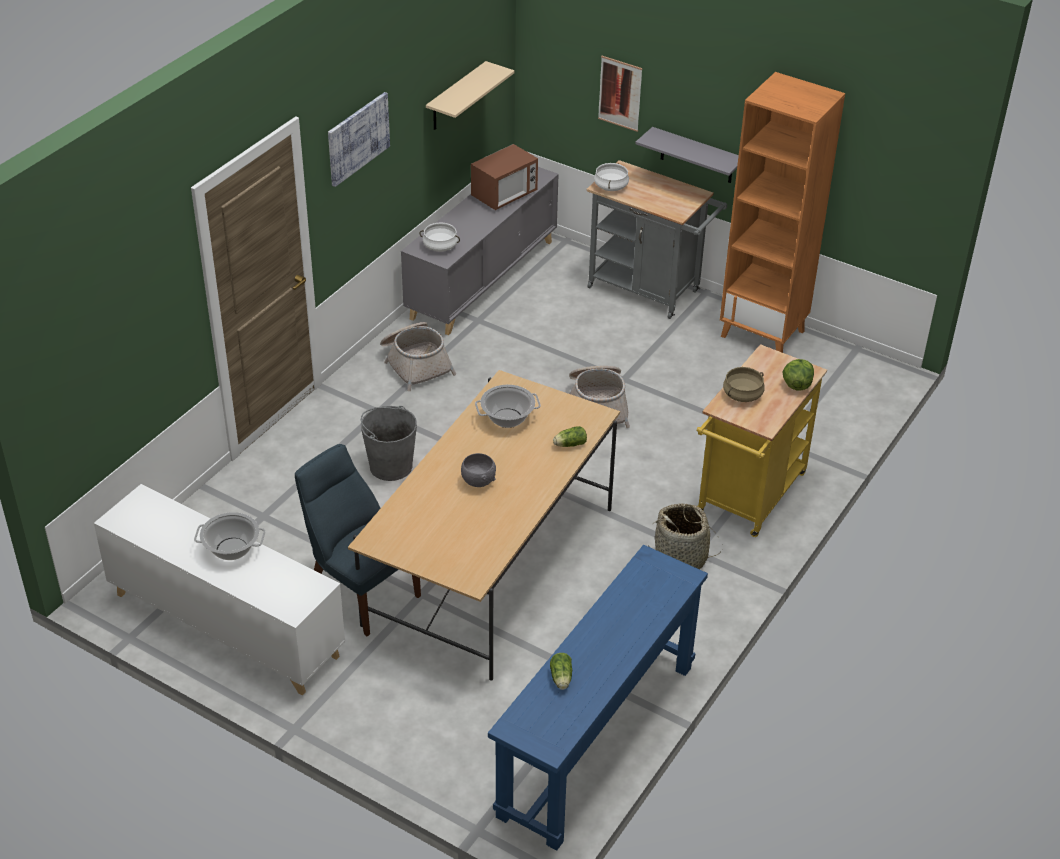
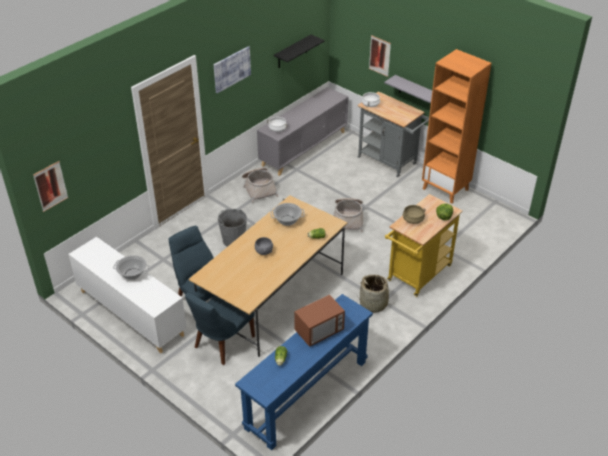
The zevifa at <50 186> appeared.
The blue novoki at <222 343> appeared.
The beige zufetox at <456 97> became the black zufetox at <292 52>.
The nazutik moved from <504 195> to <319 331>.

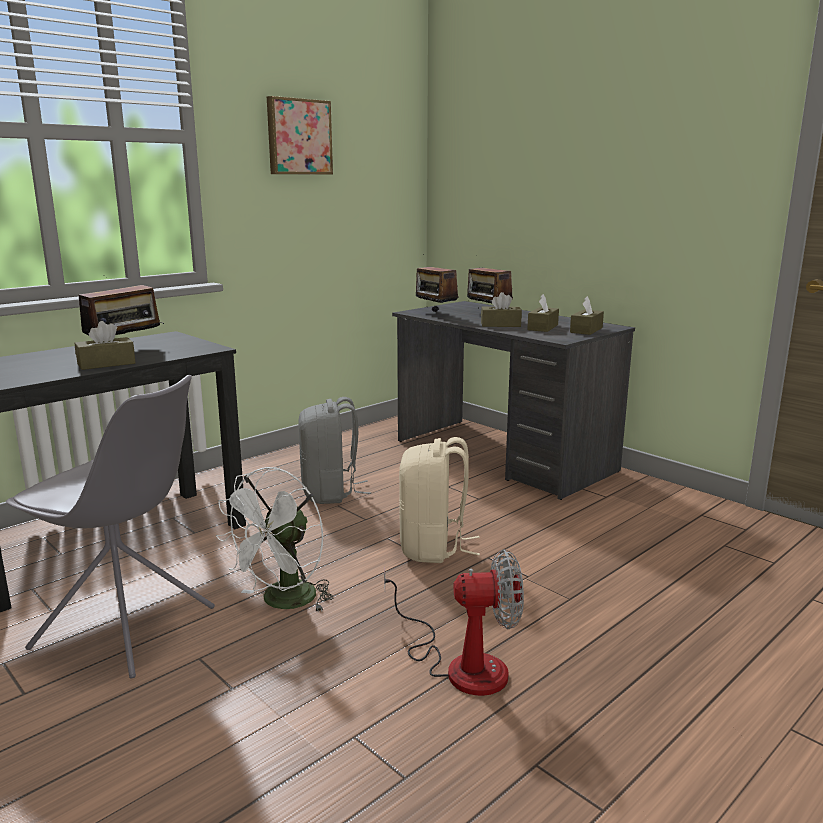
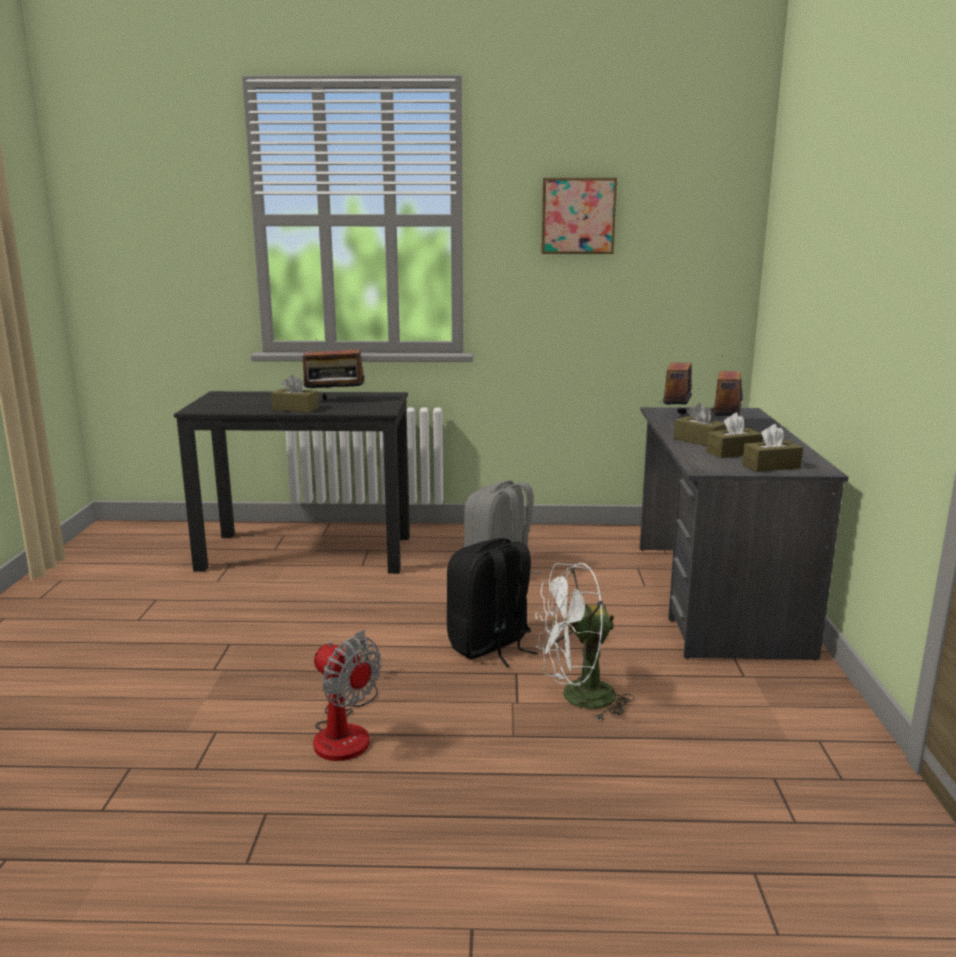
The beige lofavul at <434 548> became the black lofavul at <490 646>.
The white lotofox moved from <283 603> to <577 698>.
The grey novoki at <127 629> disappeared.

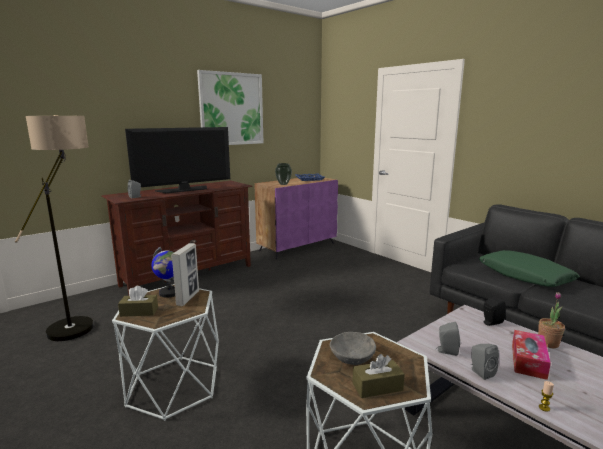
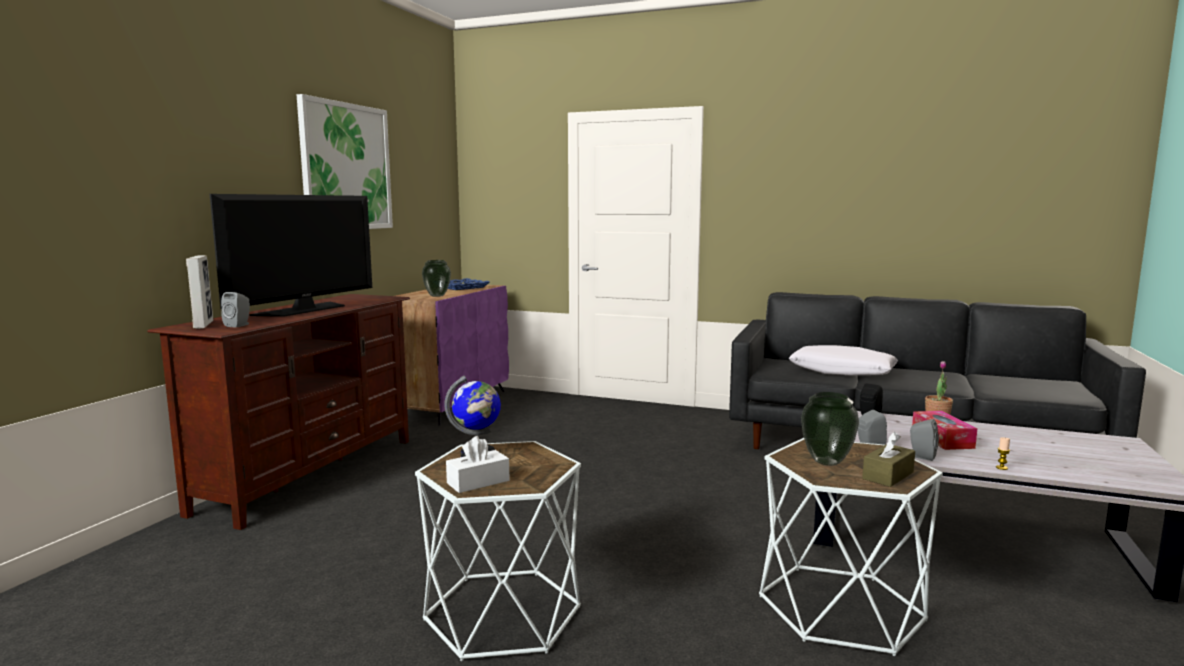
The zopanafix moved from <188 298> to <203 325>.
The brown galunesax at <139 312> became the white galunesax at <478 482>.
The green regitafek at <524 276> became the white regitafek at <842 371>.
The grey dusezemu at <352 358> was replaced by the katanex at <826 461>.
The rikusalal at <80 321> disappeared.

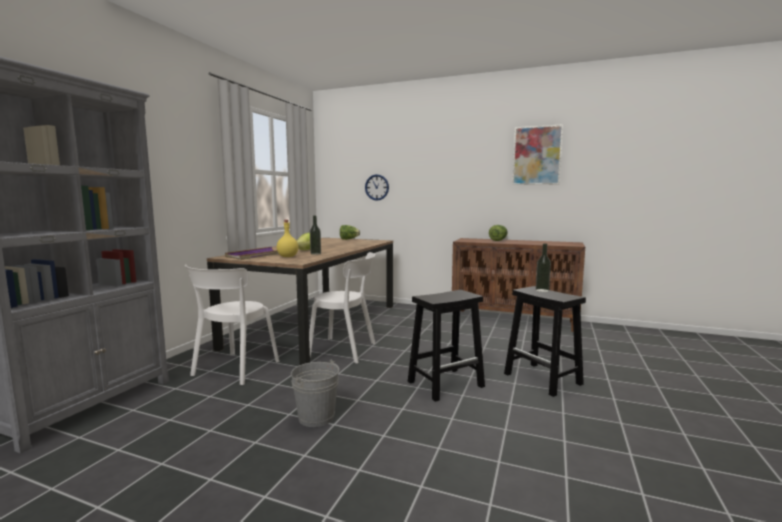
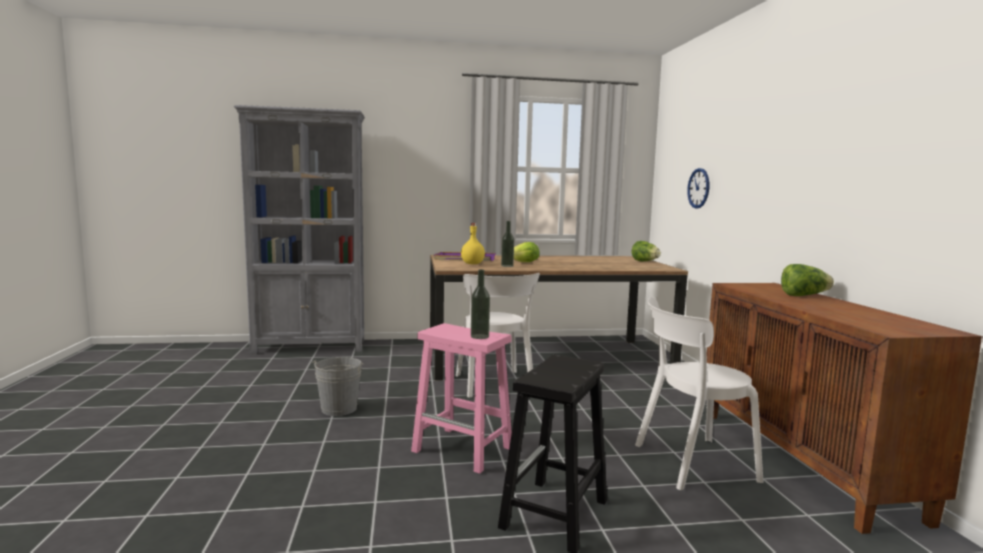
The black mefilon at <446 384> became the pink mefilon at <464 449>.
The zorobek moved from <542 290> to <479 336>.
The white novoki moved from <234 369> to <689 462>.
The zevifa at <537 155> disappeared.

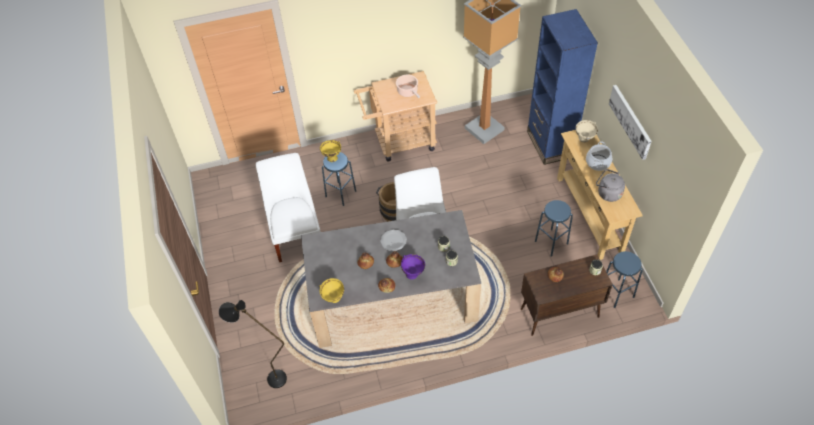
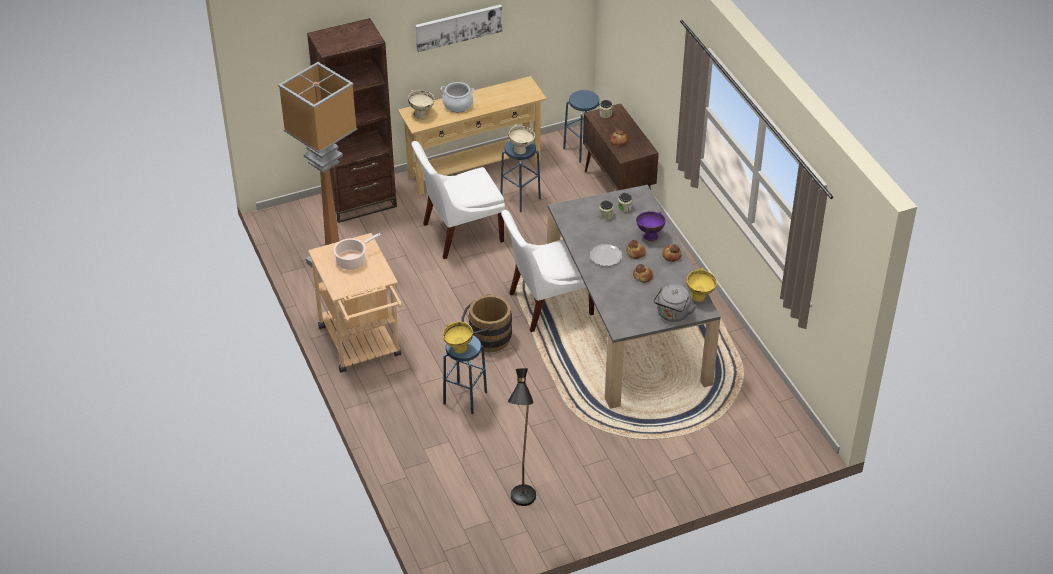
The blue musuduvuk at <550 144> became the brown musuduvuk at <360 202>.
The white novoki moved from <296 234> to <459 233>.
The black rikusalal moved from <269 378> to <523 503>.
The beige dusezemu at <521 150> appeared.
The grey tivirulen moved from <607 193> to <672 315>.

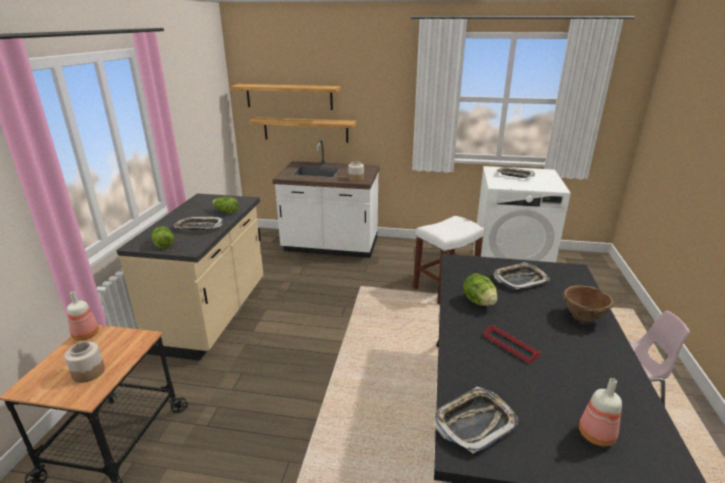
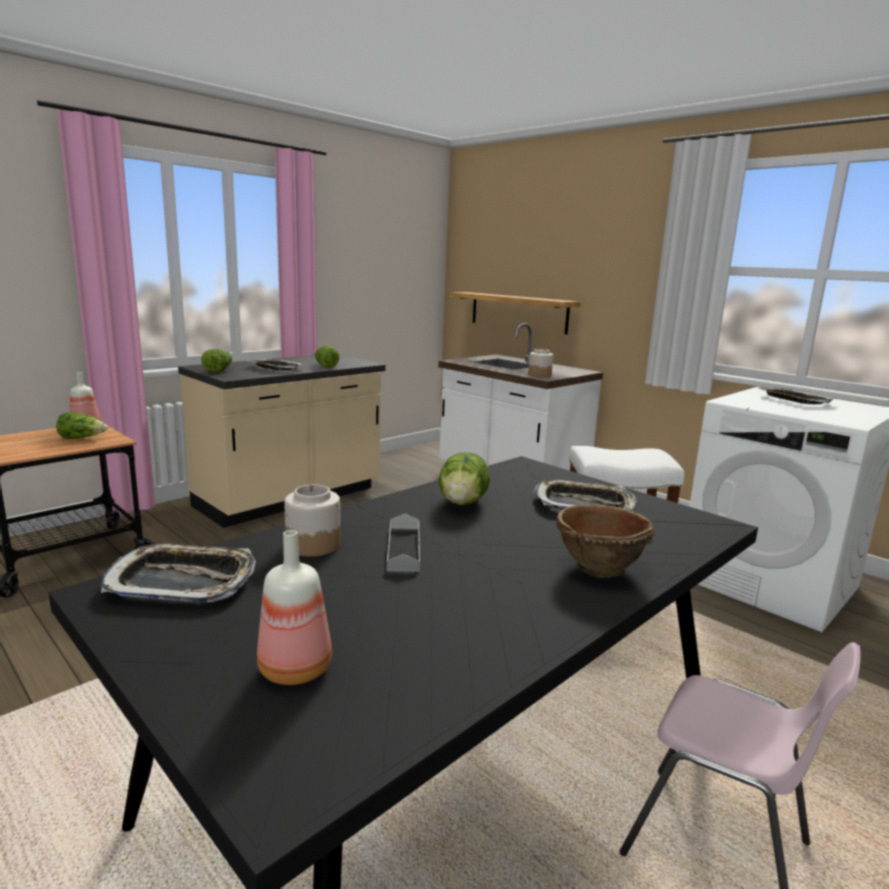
The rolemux at <82 438> appeared.
The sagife moved from <88 372> to <313 544>.
The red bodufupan at <510 346> became the grey bodufupan at <403 548>.
The zufetox at <289 96> disappeared.

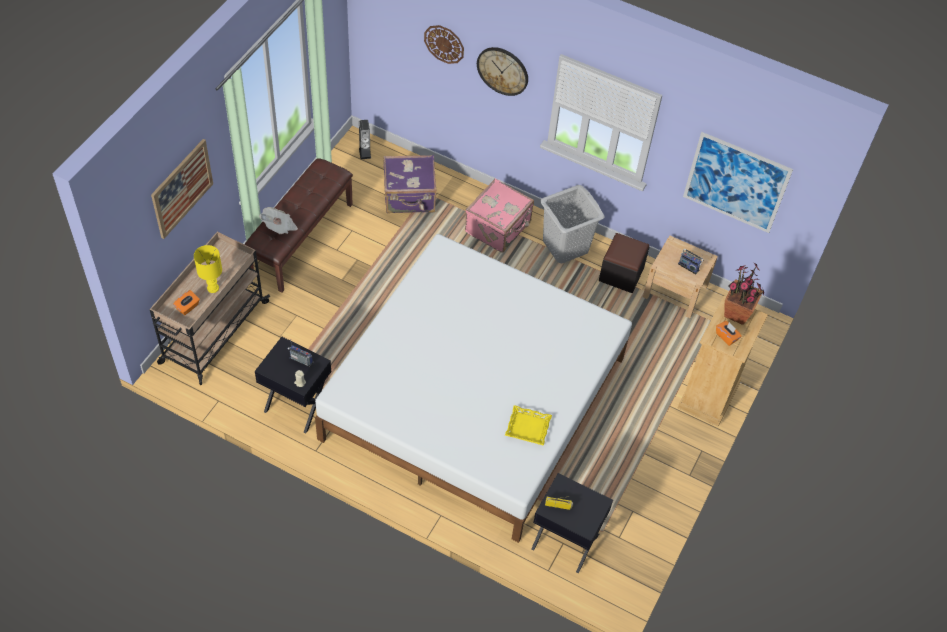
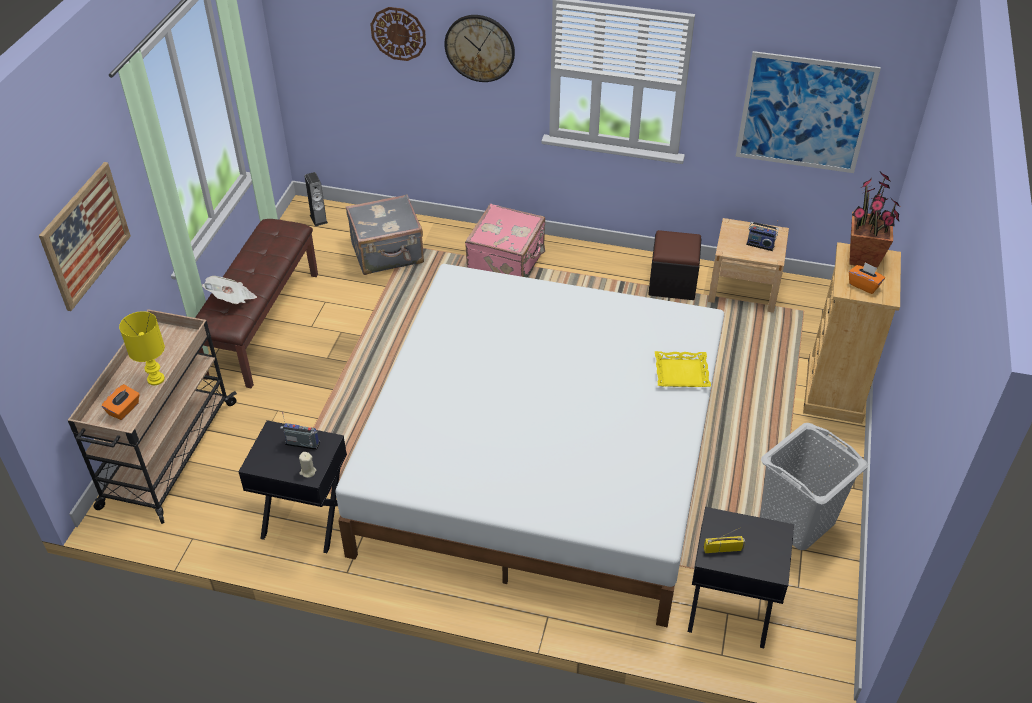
The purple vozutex at <410 197> became the grey vozutex at <388 254>.
The yellow bodufupan moved from <528 427> to <681 373>.
The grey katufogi moved from <565 246> to <796 521>.

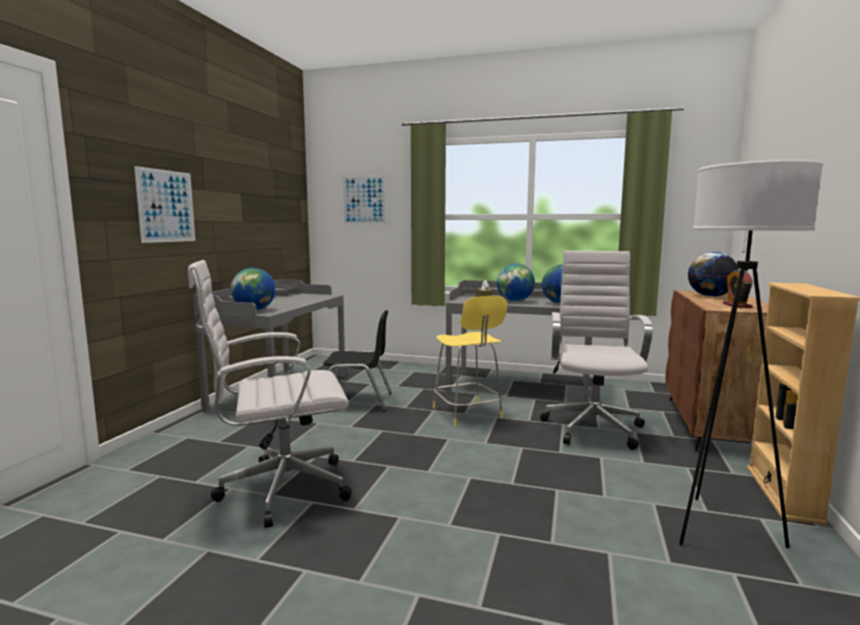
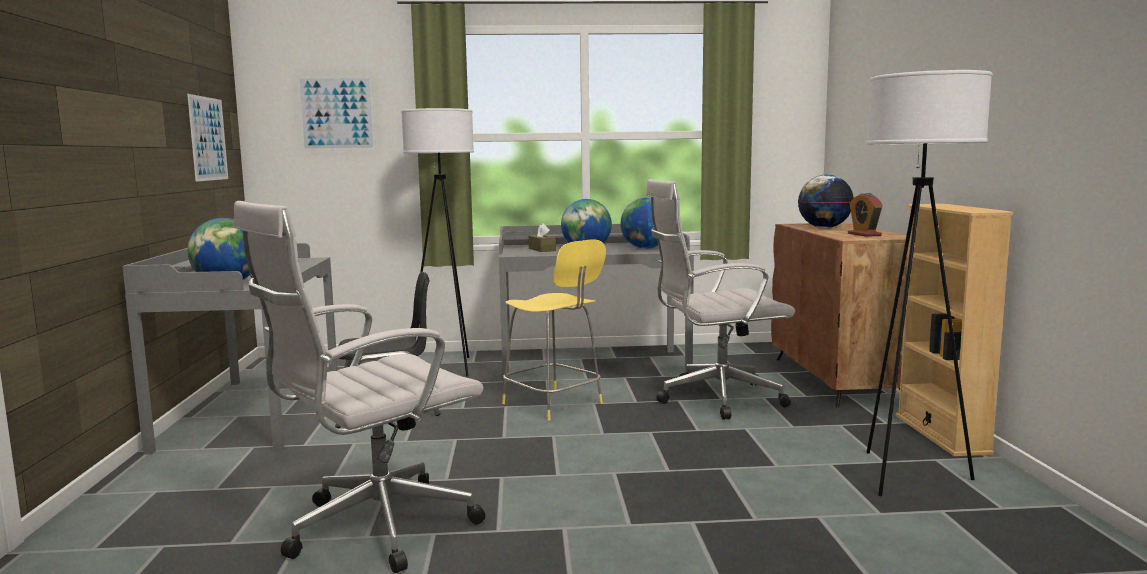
The zevifa moved from <166 206> to <208 139>.
The white rikusalal at <447 367> appeared.
The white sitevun at <592 427> turned 90 degrees counterclockwise.

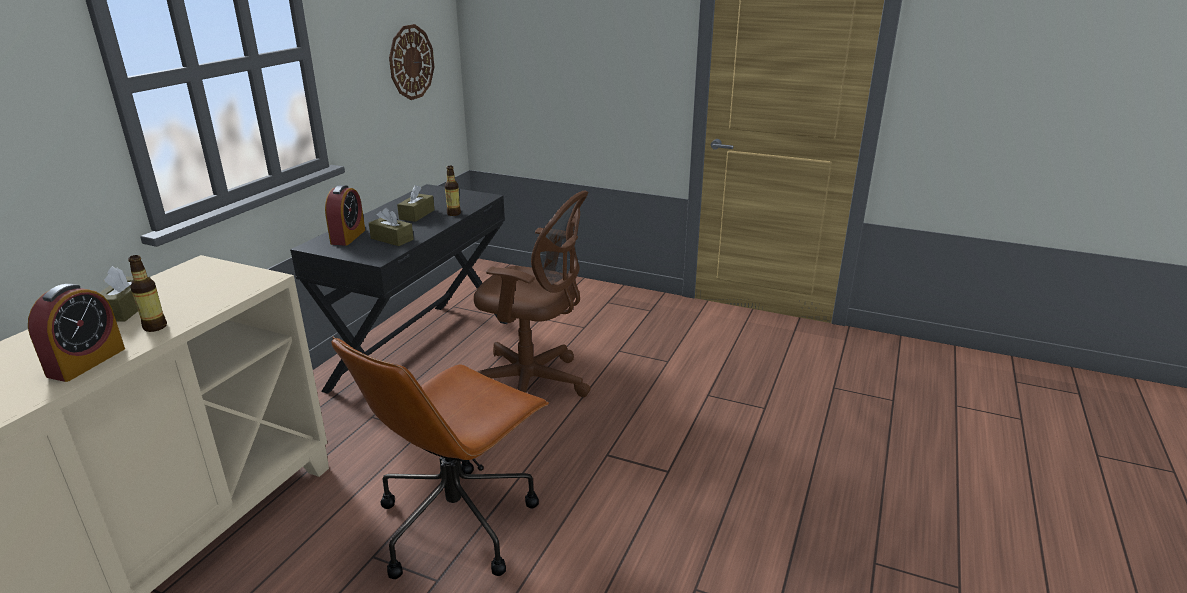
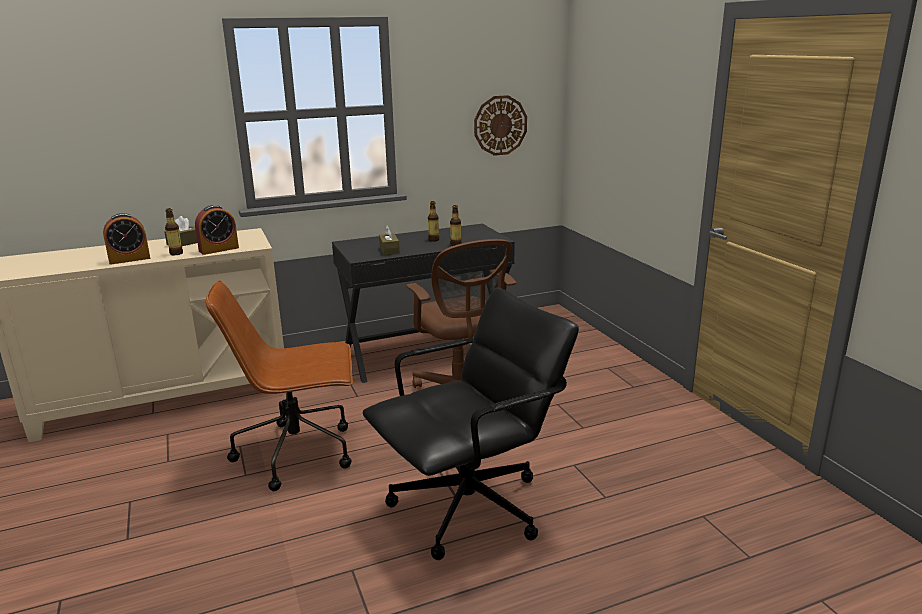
The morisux moved from <348 237> to <219 249>.
The black sitevun at <470 508> appeared.
The brown galunesax at <417 214> was replaced by the zorobek at <433 240>.

